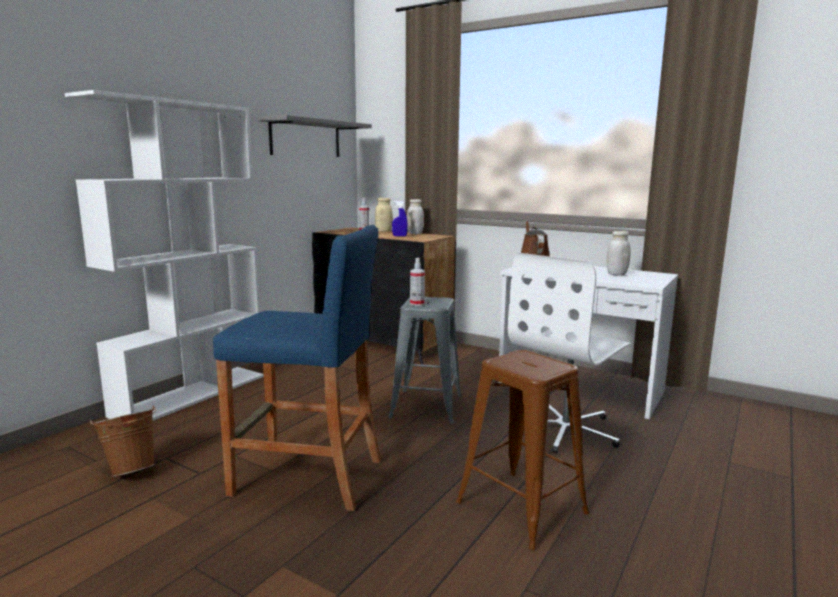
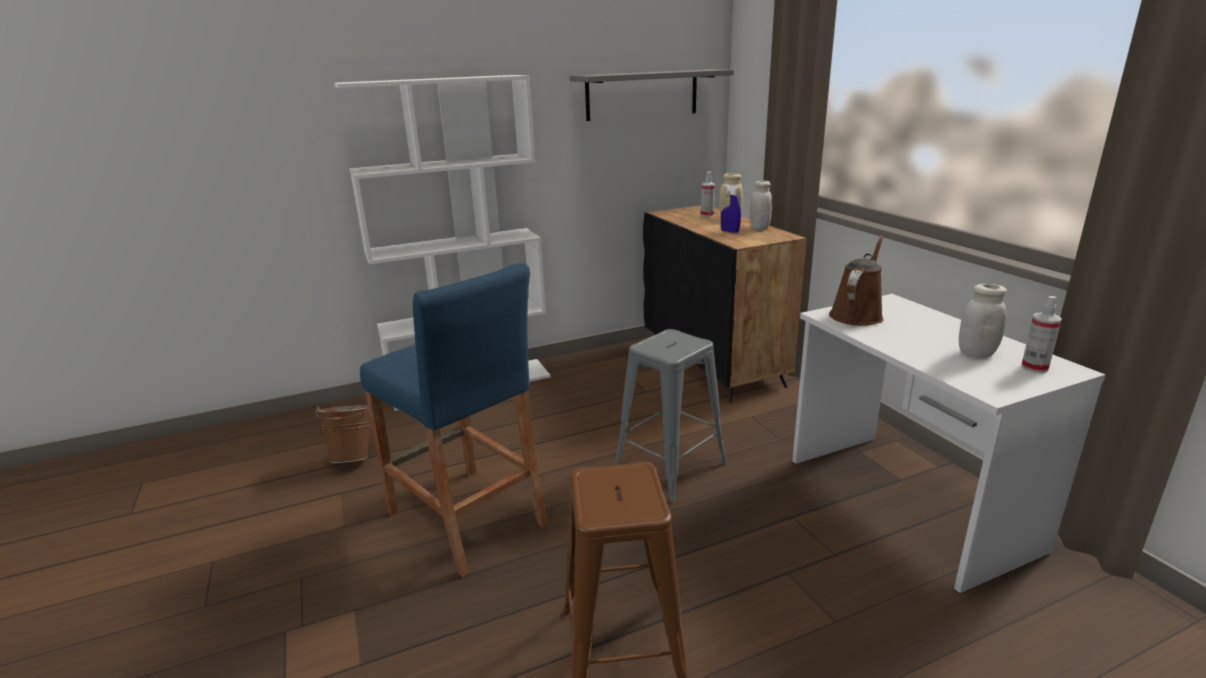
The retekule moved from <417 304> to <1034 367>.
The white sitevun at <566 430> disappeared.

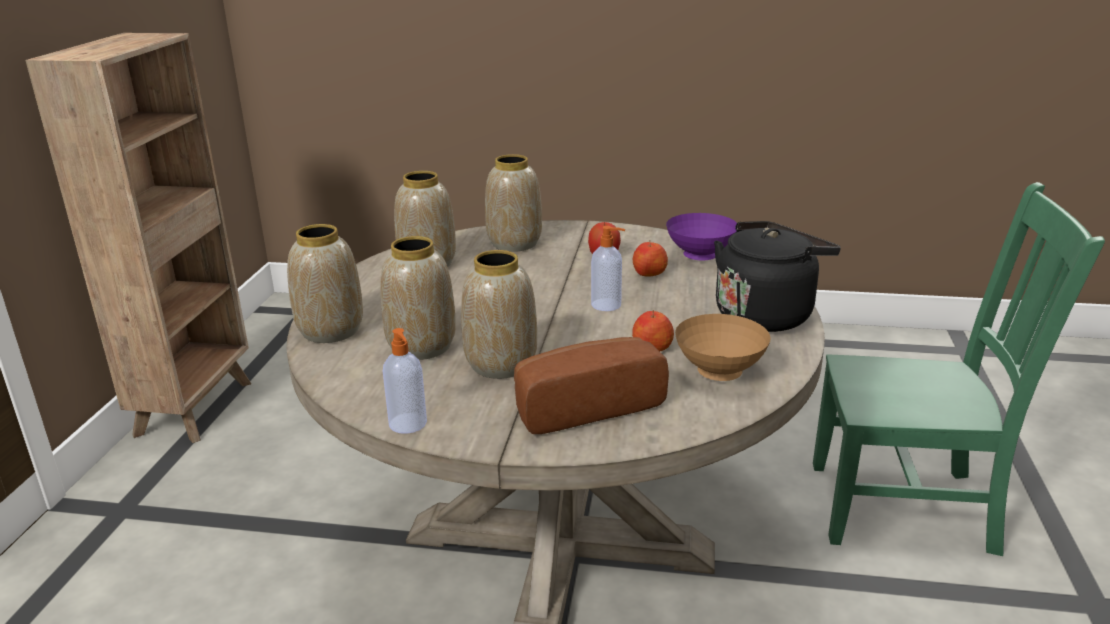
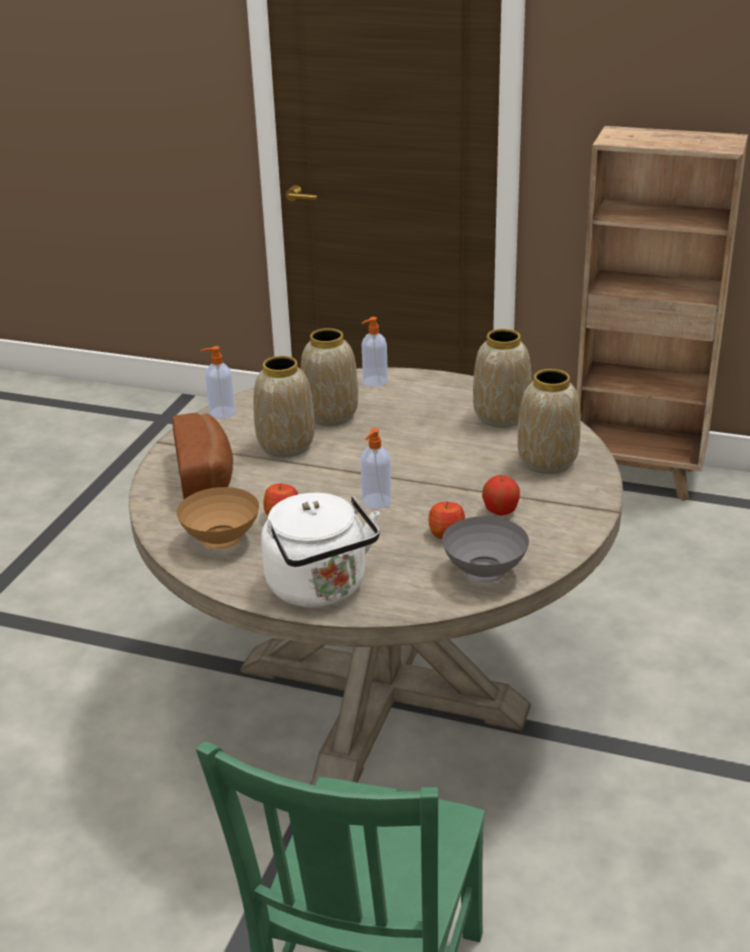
The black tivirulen at <766 314> became the white tivirulen at <321 589>.
The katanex at <331 330> was replaced by the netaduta at <374 381>.
The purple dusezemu at <701 257> became the grey dusezemu at <483 574>.

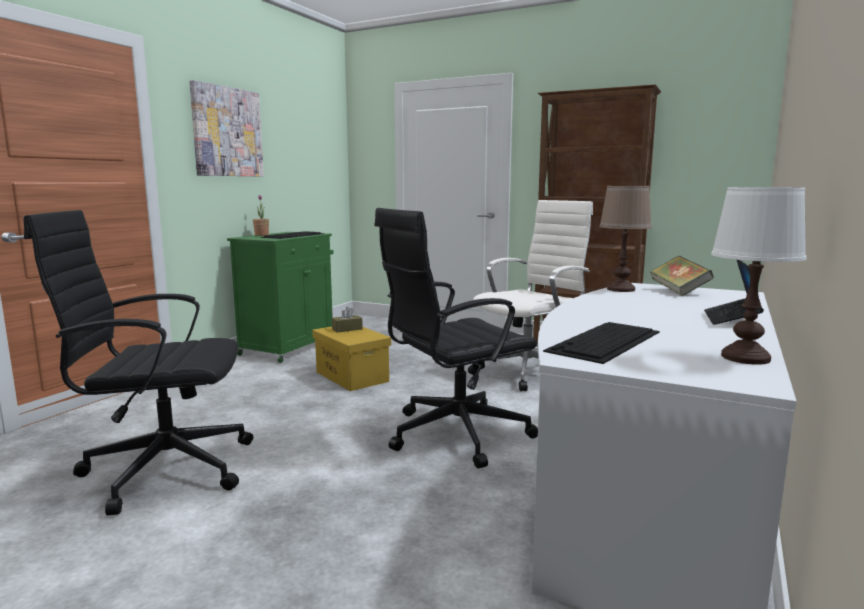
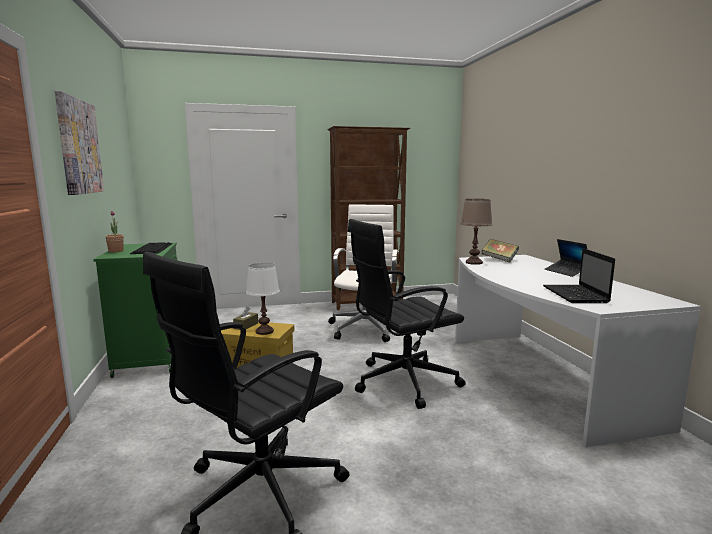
The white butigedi moved from <746 358> to <264 331>.
The black sitevun at <454 434> turned 45 degrees clockwise.
The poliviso at <604 342> was replaced by the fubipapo at <576 295>.

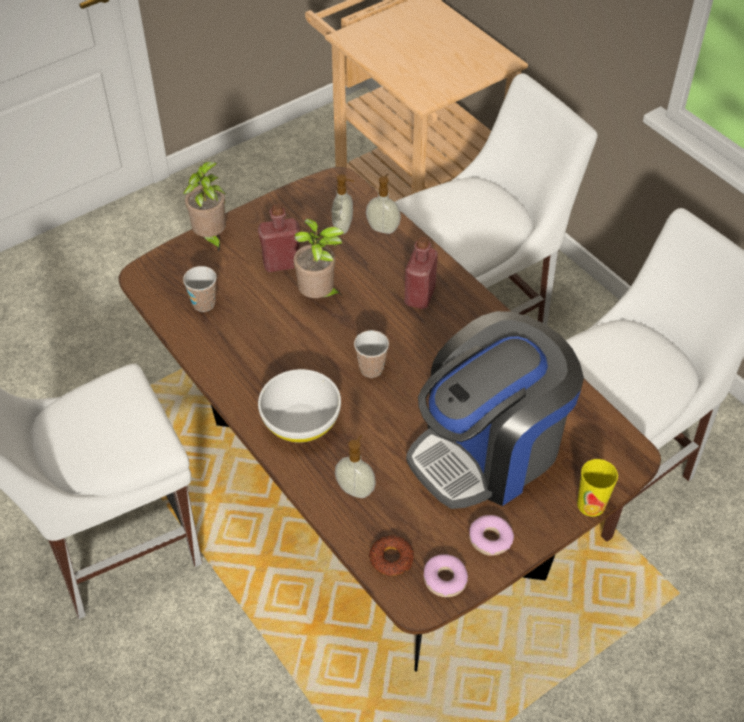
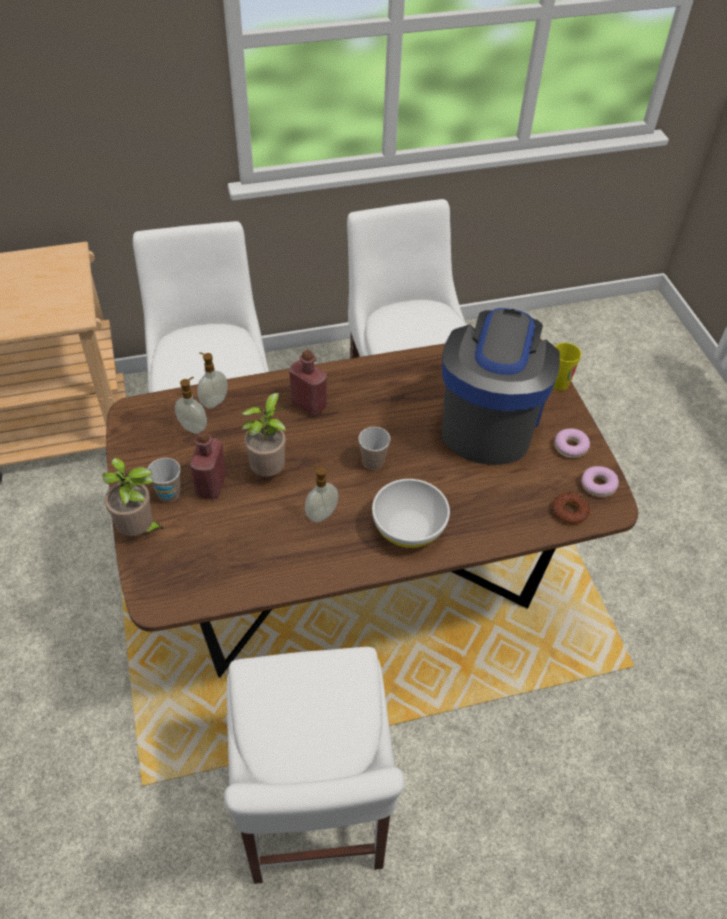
The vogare moved from <204 304> to <169 493>.
The netaduta moved from <356 489> to <321 513>.
The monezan at <488 450> turned 150 degrees counterclockwise.

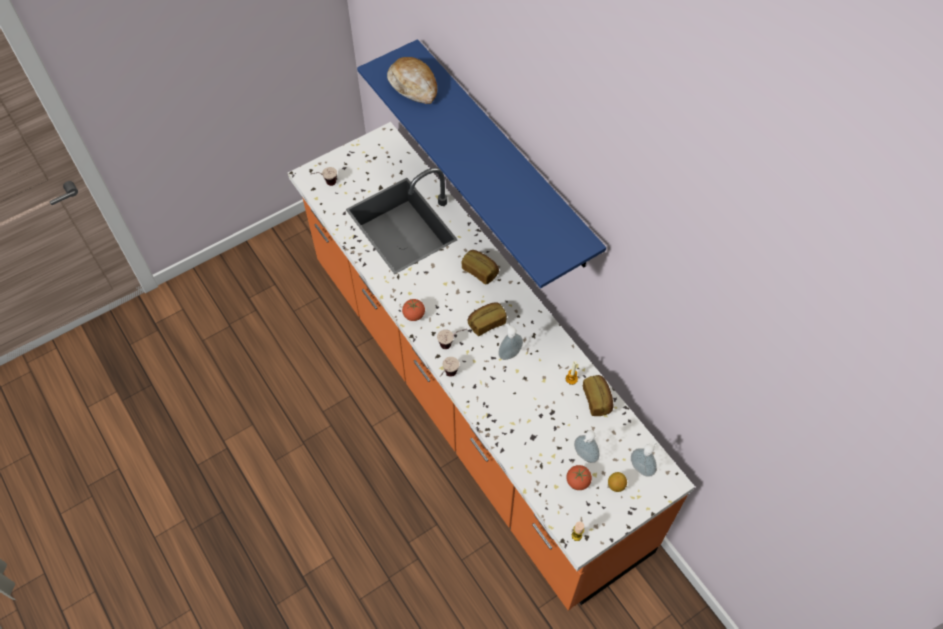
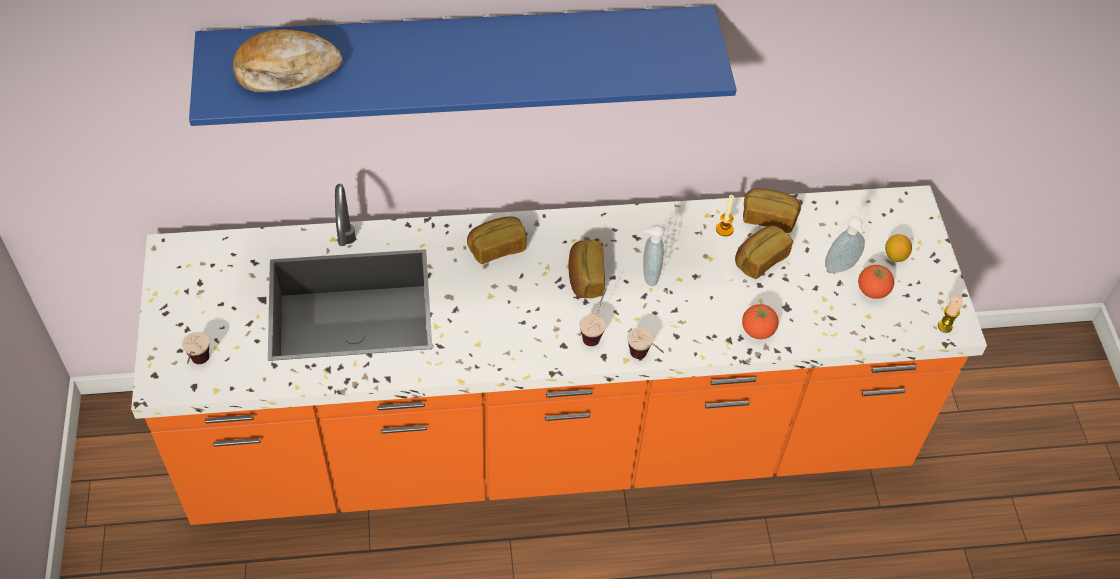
The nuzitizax at <759 259> appeared.
The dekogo moved from <414 315> to <757 331>.
The netaduta at <641 467> disappeared.

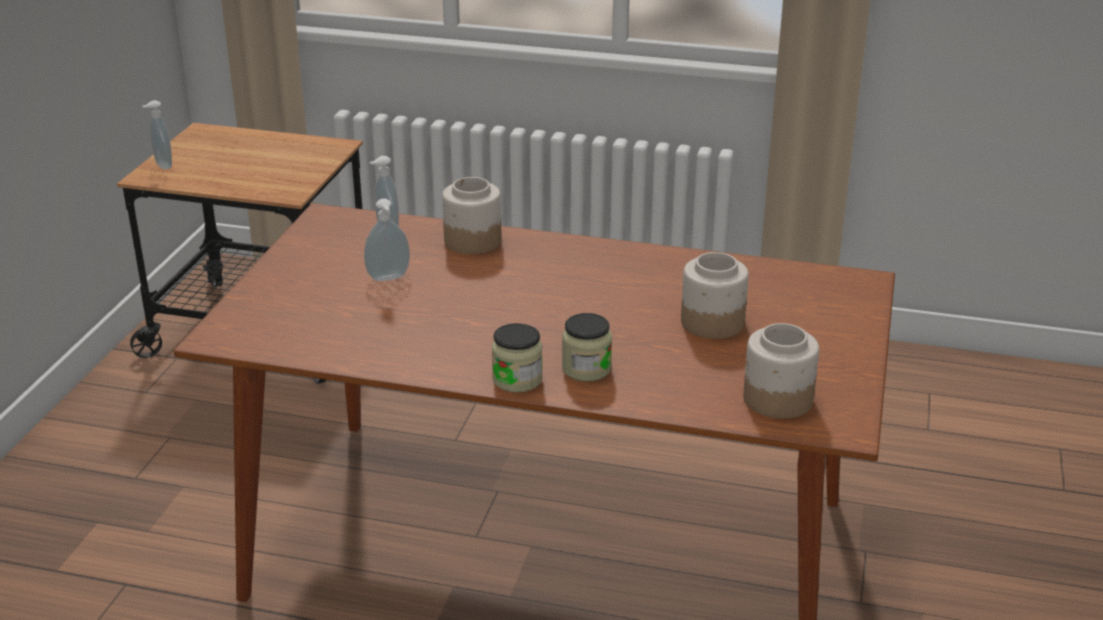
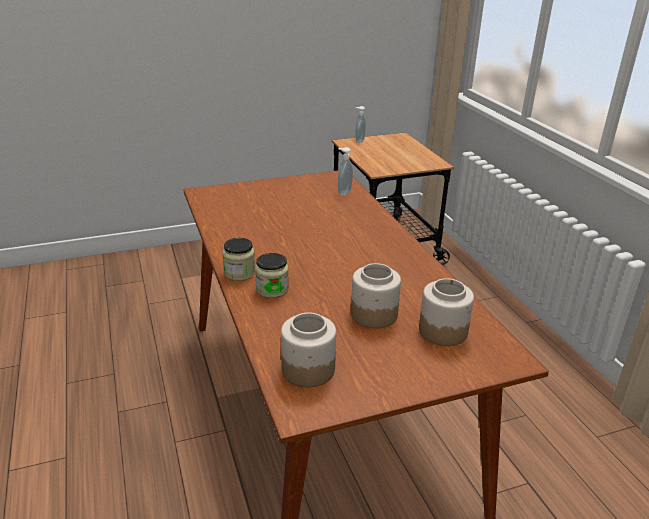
The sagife moved from <472 241> to <443 331>.
The netaduta at <389 278> disappeared.

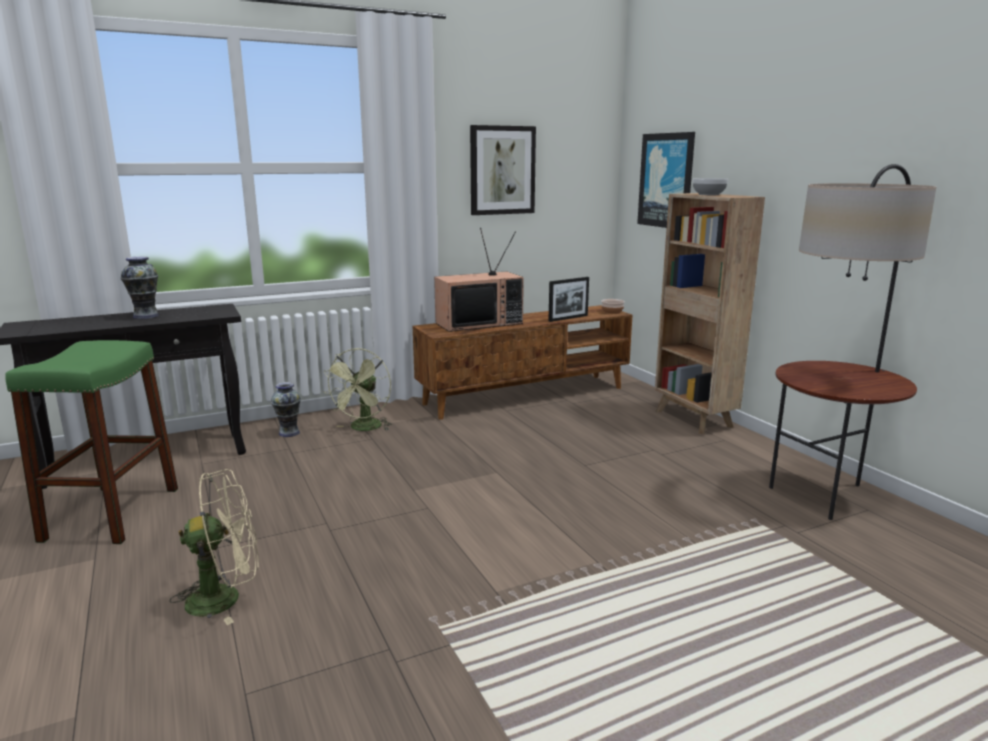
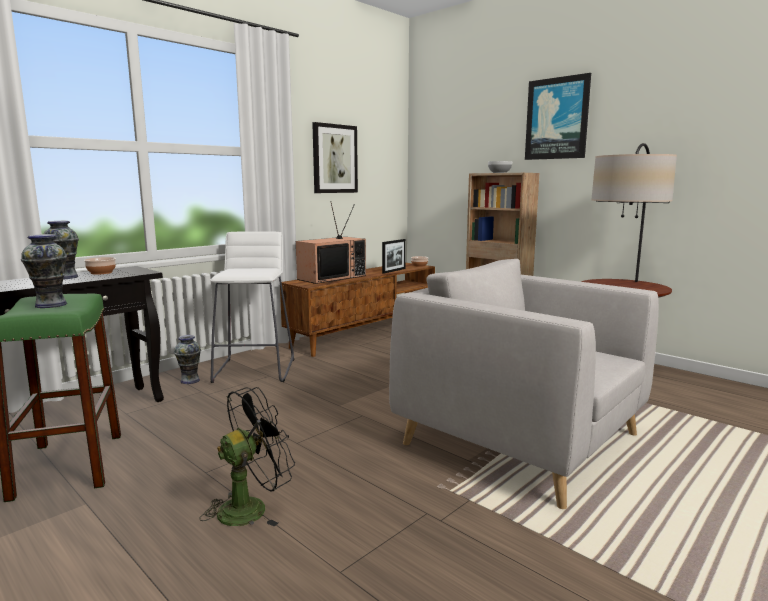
The katanex at <51 305> appeared.
The dusezemu at <102 272> appeared.
The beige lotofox at <225 597> became the black lotofox at <251 507>.
The green lotofox at <364 429> was replaced by the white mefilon at <255 370>.
The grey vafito at <520 438> appeared.
The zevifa moved from <666 180> to <557 118>.

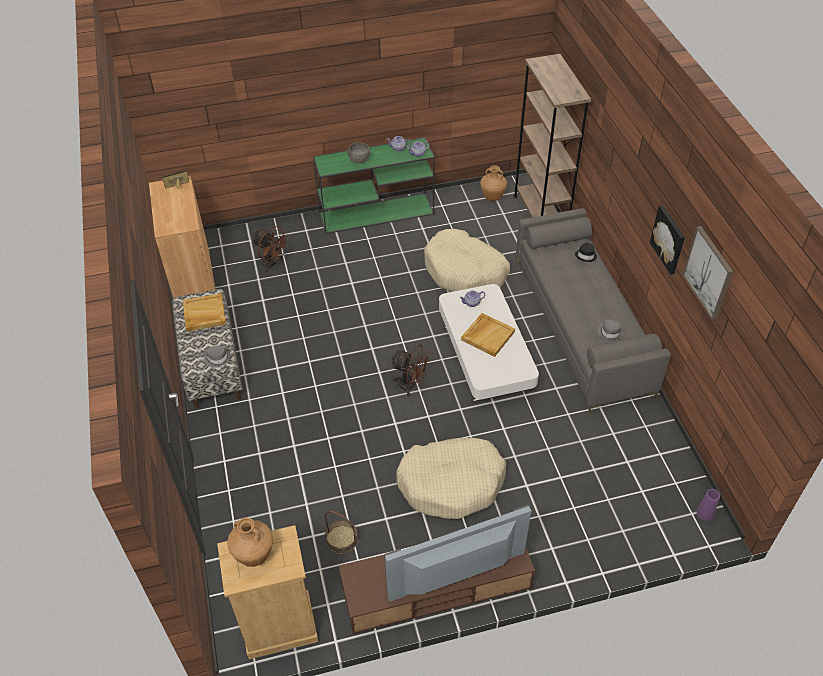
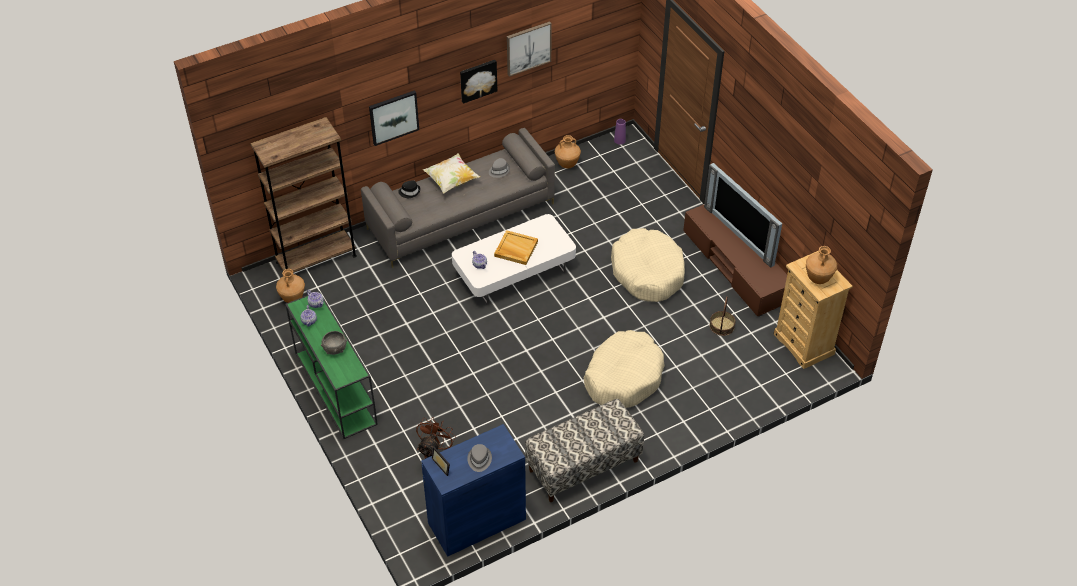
The zevifa at <393 117> appeared.
The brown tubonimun at <193 281> became the blue tubonimun at <477 521>.
The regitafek at <451 181> appeared.
The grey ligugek moved from <217 358> to <479 459>.
The brown katanex at <567 164> appeared.
The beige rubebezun moved from <465 272> to <623 377>.
The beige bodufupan at <204 314> disappeared.
The brown lotofox at <411 385> disappeared.

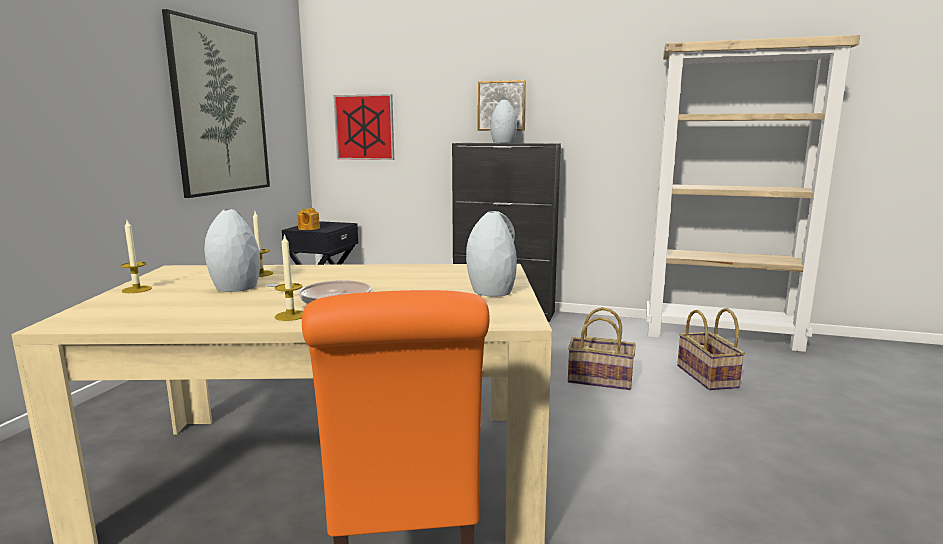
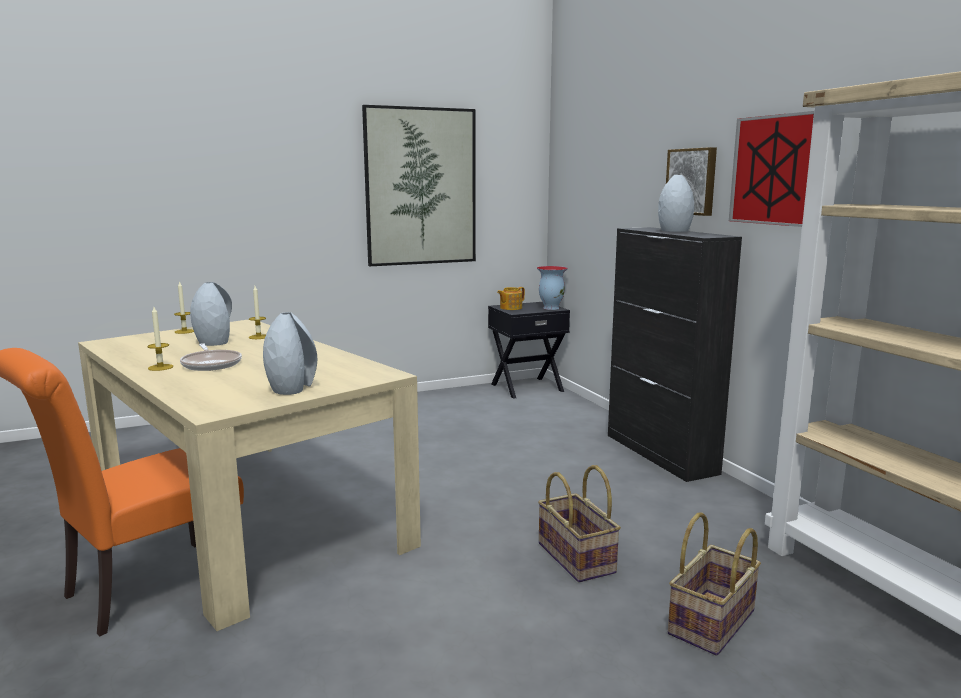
The katanex at <550 308> appeared.
The zevifa moved from <364 127> to <774 170>.

